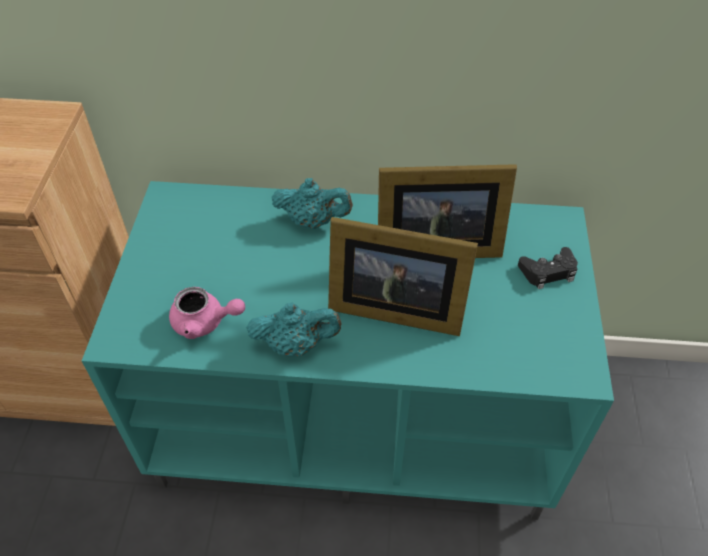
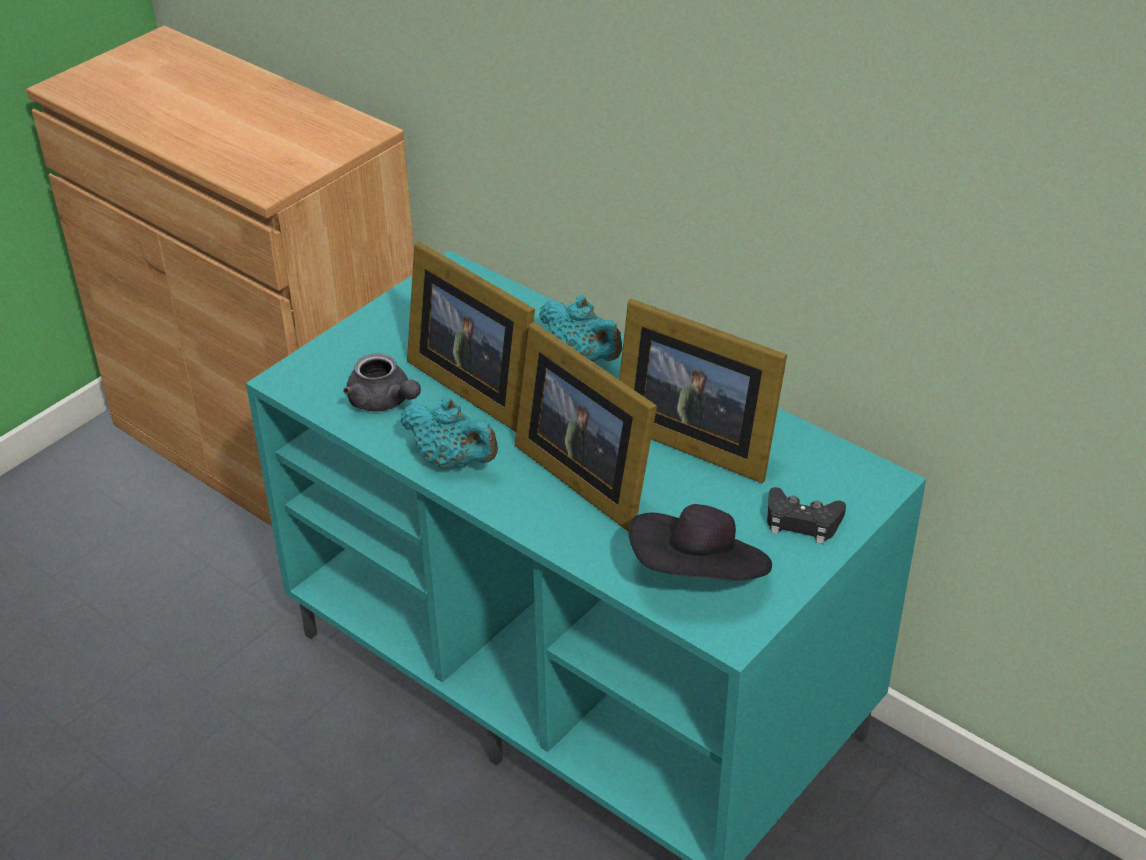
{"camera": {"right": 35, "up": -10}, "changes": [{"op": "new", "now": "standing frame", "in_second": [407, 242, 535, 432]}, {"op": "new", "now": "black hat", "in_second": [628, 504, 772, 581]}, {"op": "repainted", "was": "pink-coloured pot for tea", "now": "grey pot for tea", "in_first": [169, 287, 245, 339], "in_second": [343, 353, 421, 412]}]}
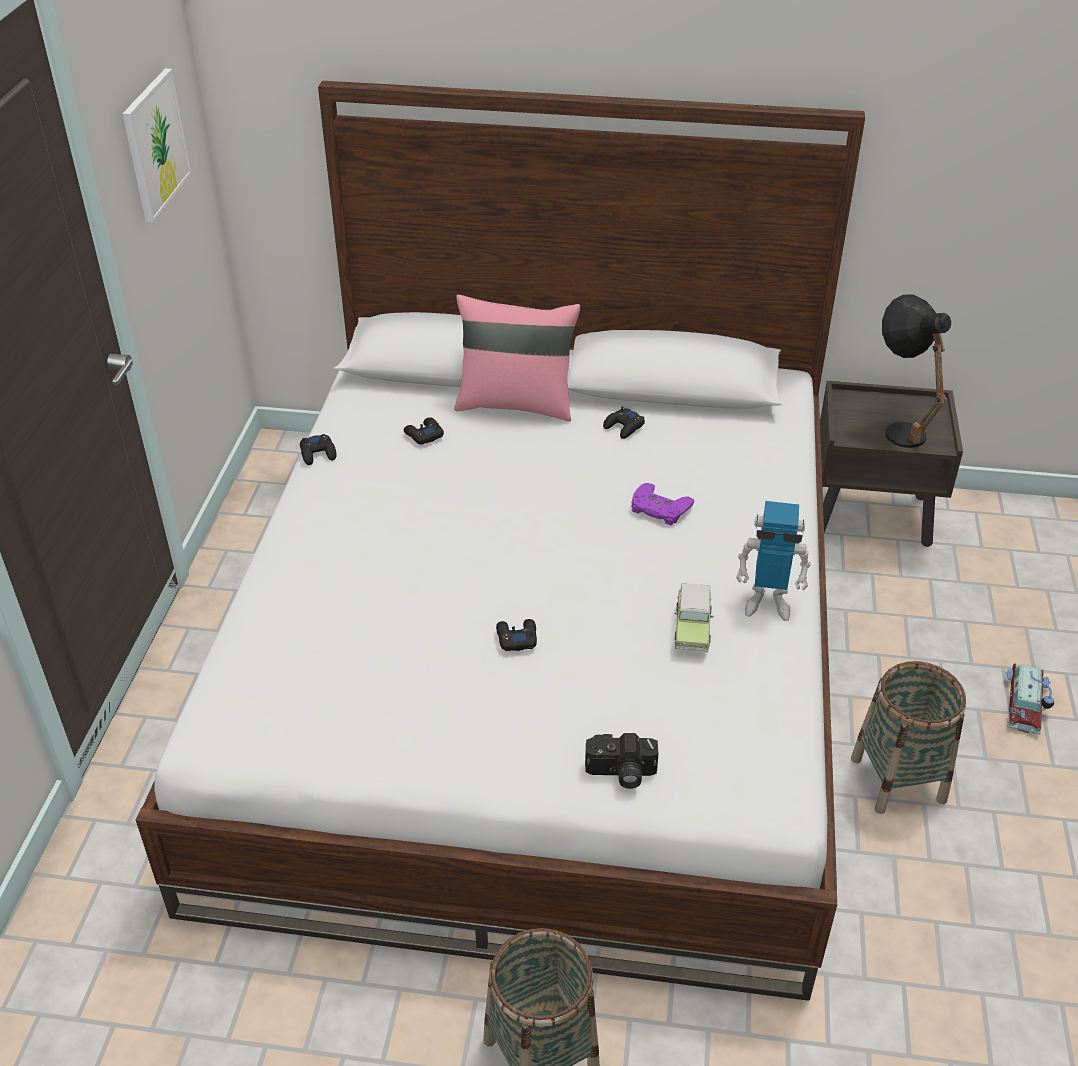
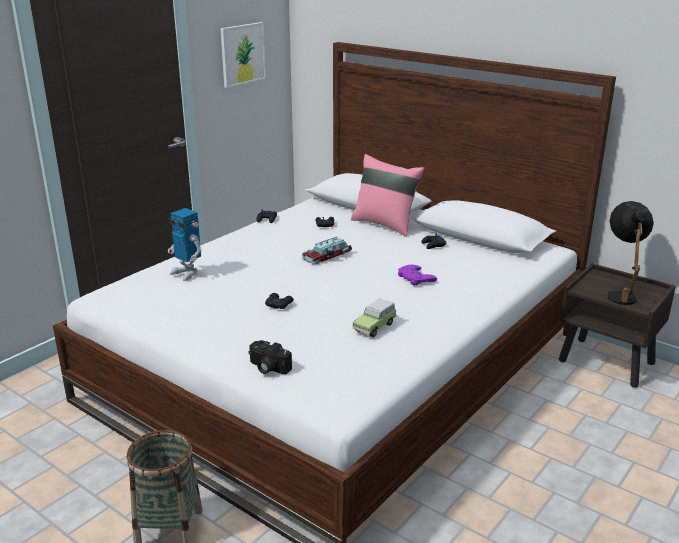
{"camera": {"right": 30, "up": -15}, "changes": [{"op": "gone", "was": "storage basket", "in_first": [851, 661, 966, 814]}, {"op": "shifted", "was": "model robot", "in_first": [736, 501, 811, 621], "in_second": [168, 208, 202, 281]}, {"op": "shifted", "was": "model car", "in_first": [1005, 663, 1054, 734], "in_second": [302, 236, 352, 264]}]}
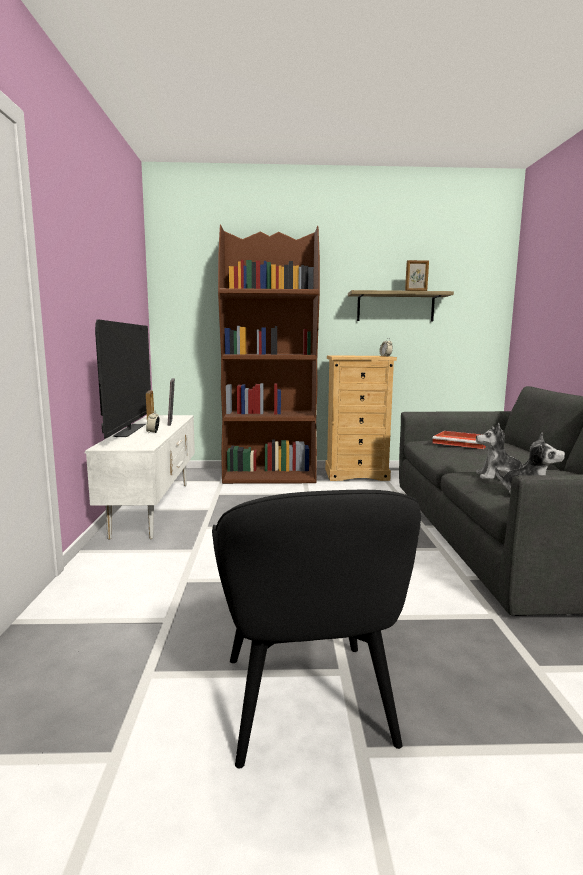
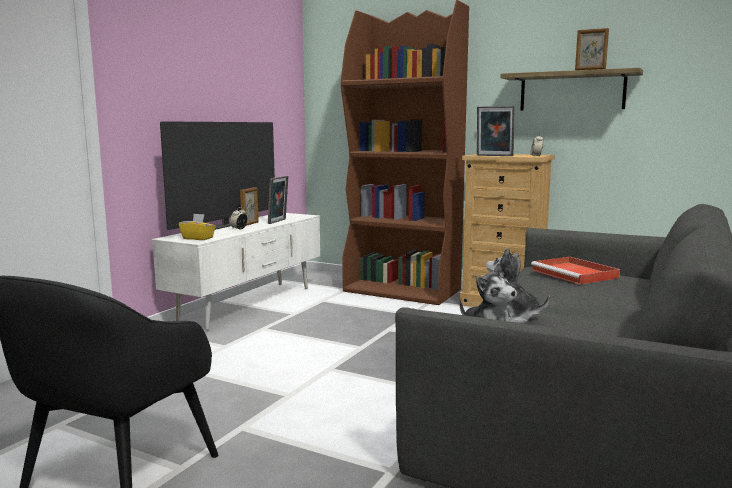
{"camera": {"right": 30, "up": 0}, "changes": [{"op": "new", "now": "yellowish tissue box", "in_second": [179, 214, 216, 240]}, {"op": "new", "now": "standing frame", "in_second": [477, 106, 515, 156]}]}
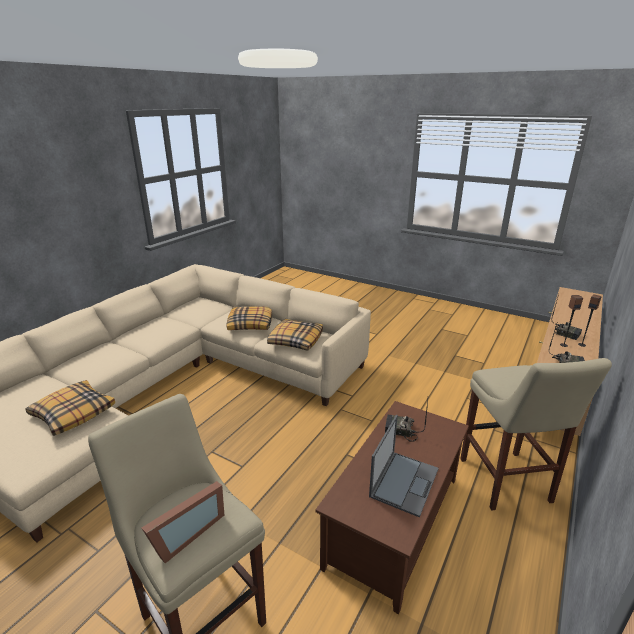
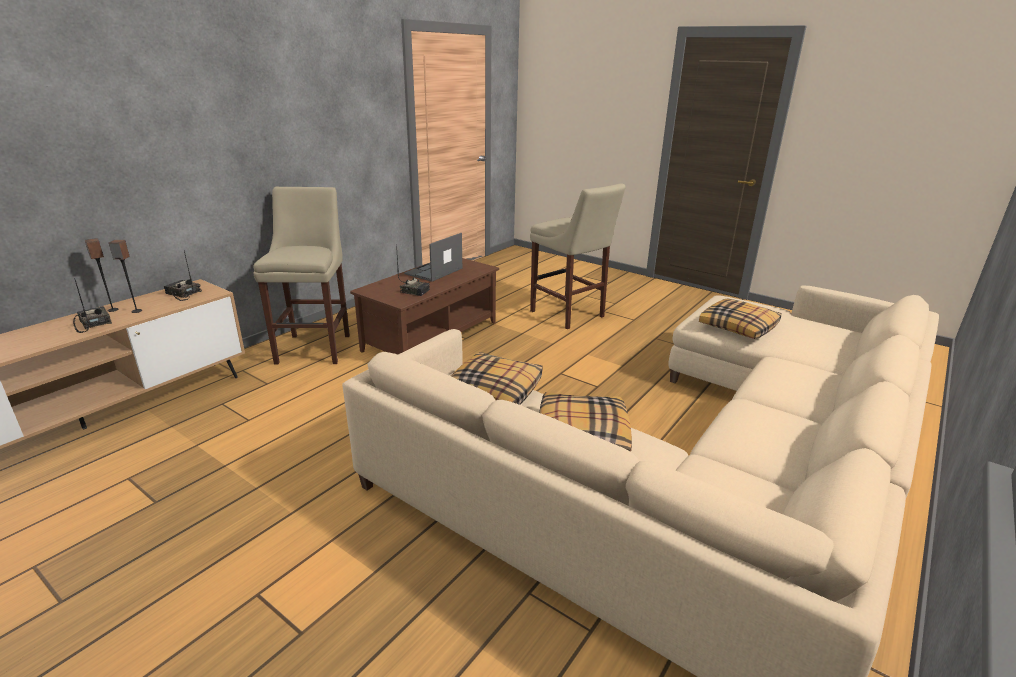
{"camera": {"right": -175, "up": 0}, "changes": [{"op": "gone", "was": "standing frame", "in_first": [142, 481, 224, 563]}]}
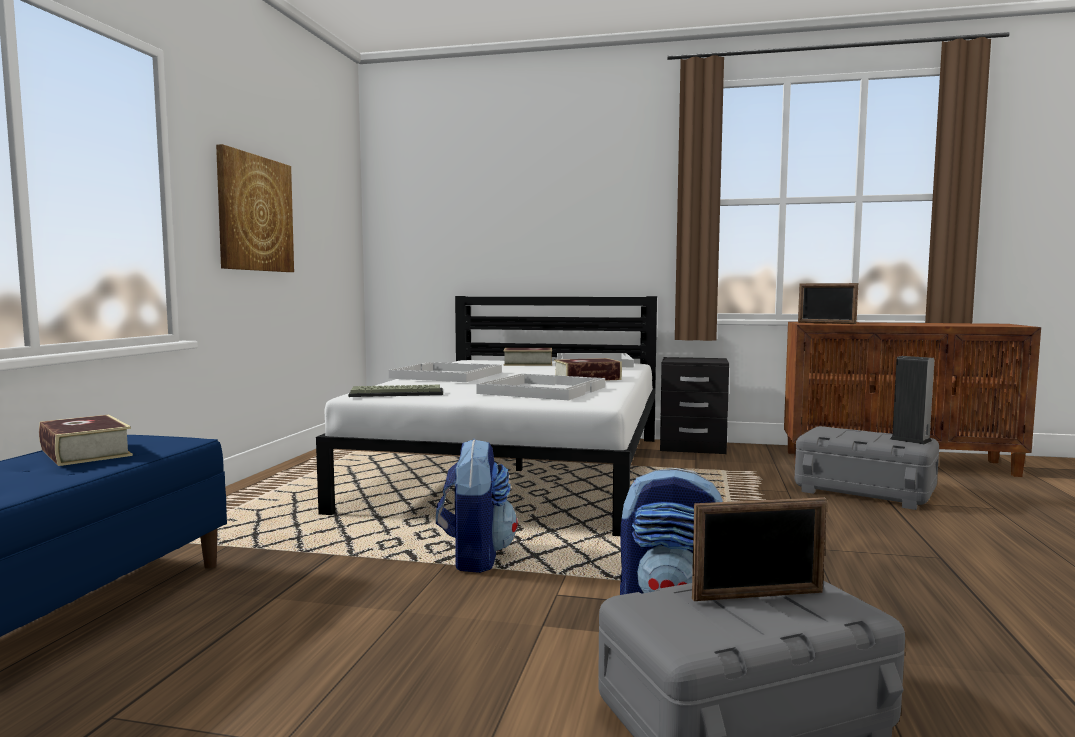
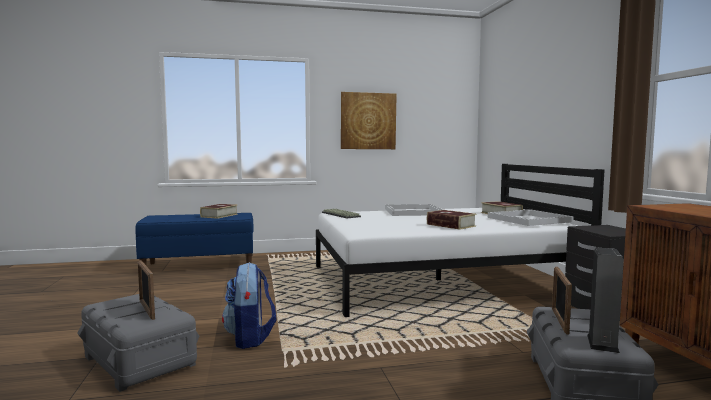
{"camera": {"right": 65, "up": 0}, "changes": [{"op": "gone", "was": "knapsack", "in_first": [436, 438, 518, 573]}, {"op": "gone", "was": "white serving tray", "in_first": [476, 373, 605, 400]}, {"op": "shifted", "was": "standing frame", "in_first": [798, 283, 858, 324], "in_second": [552, 267, 572, 334]}]}
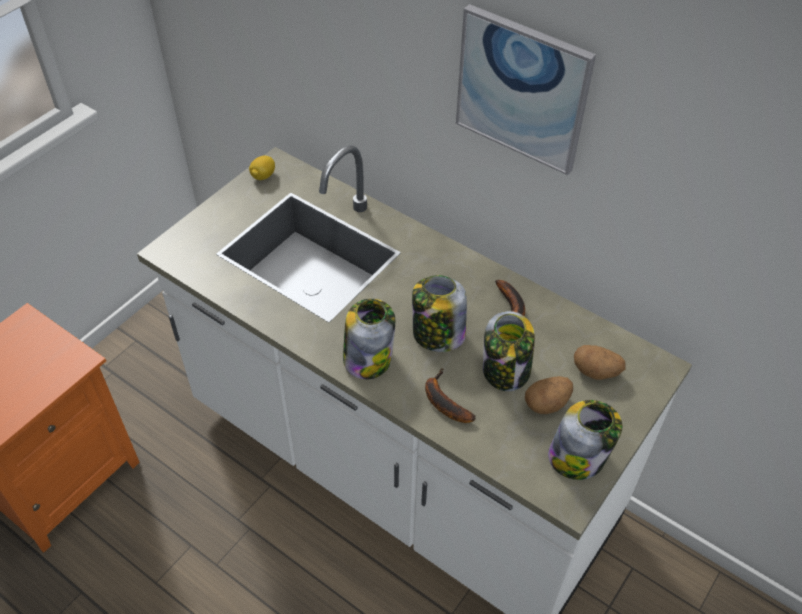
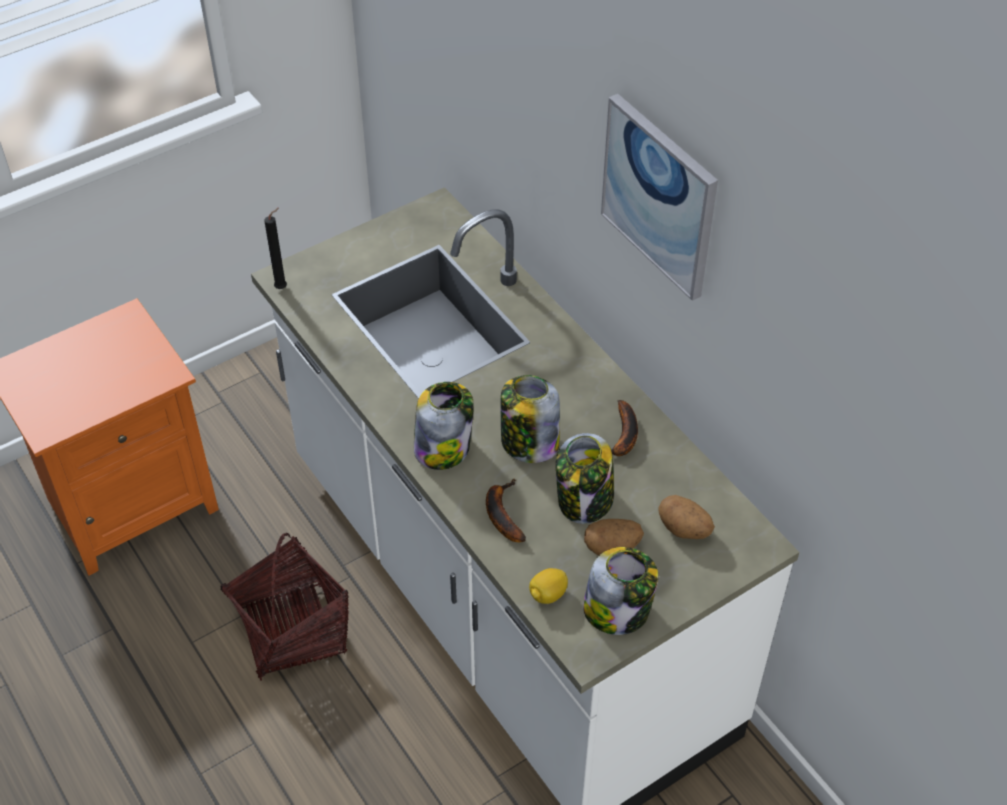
{"camera": {"right": 20, "up": 0}, "changes": [{"op": "new", "now": "storage basket", "in_second": [221, 533, 349, 680]}, {"op": "new", "now": "black wax light", "in_second": [264, 208, 287, 289]}, {"op": "shifted", "was": "lemon", "in_first": [249, 156, 275, 180], "in_second": [529, 568, 568, 604]}]}
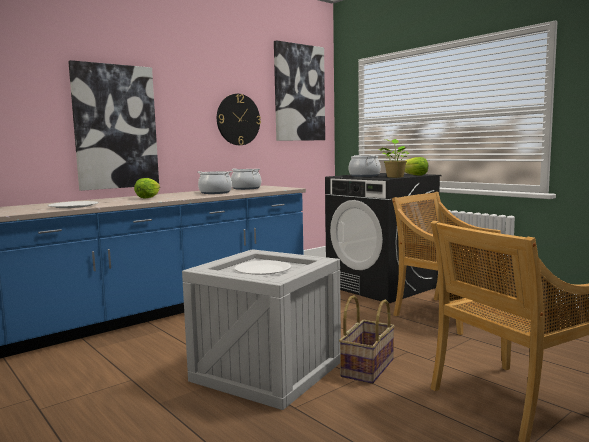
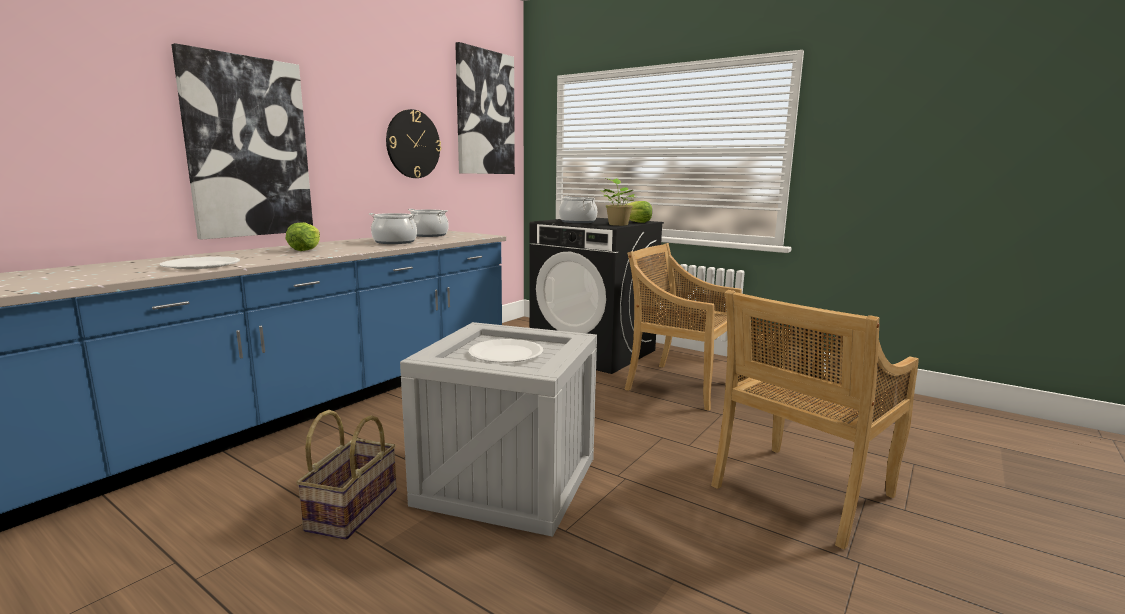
{"camera": {"right": -15, "up": 5}, "changes": [{"op": "shifted", "was": "storage basket", "in_first": [339, 295, 395, 384], "in_second": [296, 410, 397, 540]}]}
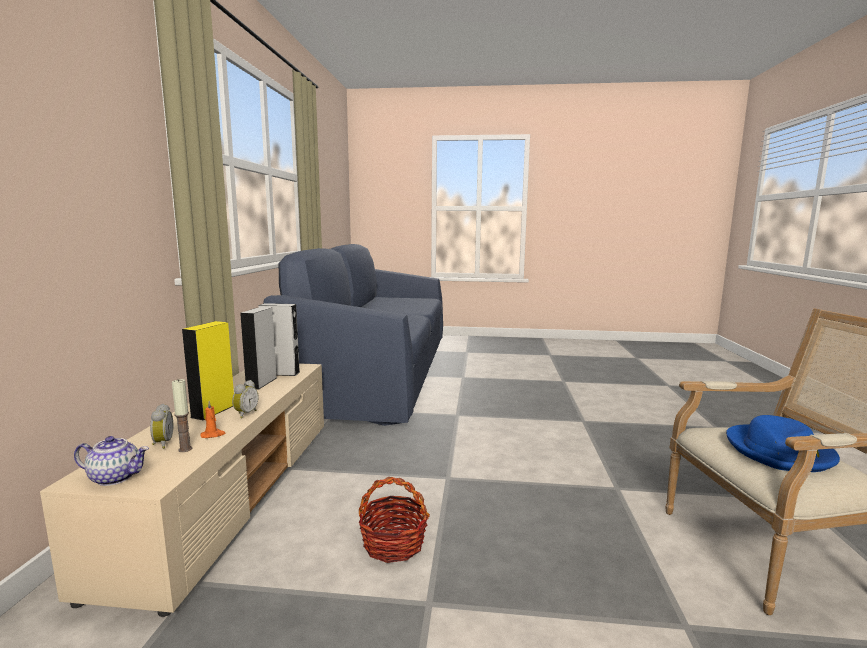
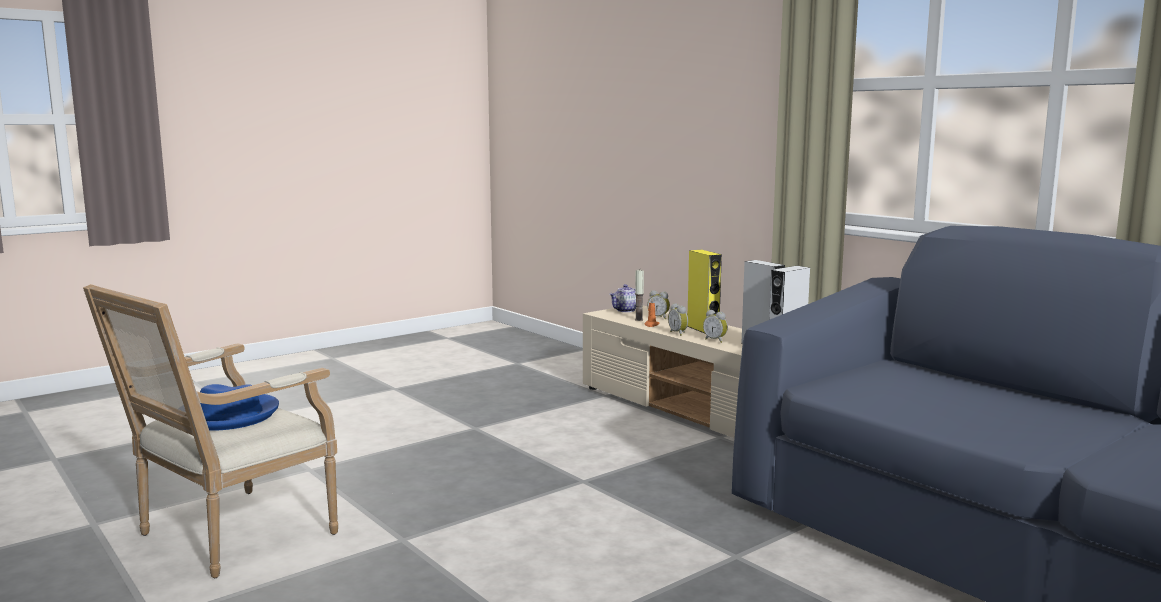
{"camera": {"right": 135, "up": 0}, "changes": [{"op": "gone", "was": "storage basket", "in_first": [359, 477, 430, 563]}, {"op": "new", "now": "bedside clock", "in_second": [703, 310, 728, 343]}]}
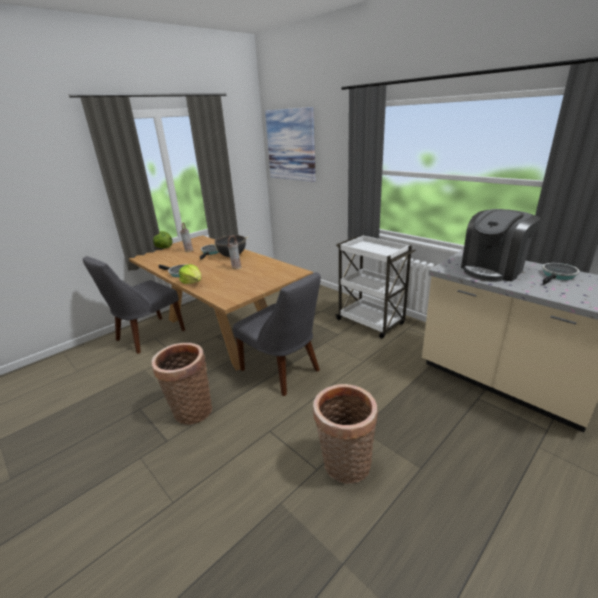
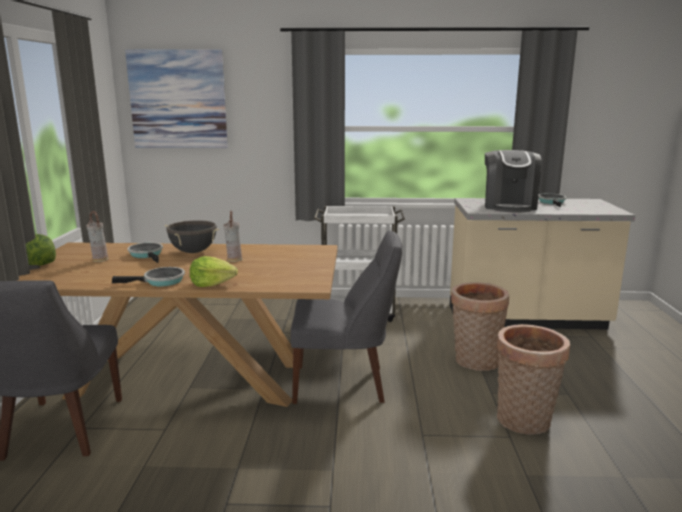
{"camera": {"right": -45, "up": -10}, "changes": [{"op": "shifted", "was": "storage basket", "in_first": [152, 343, 212, 425], "in_second": [451, 282, 509, 371]}]}
